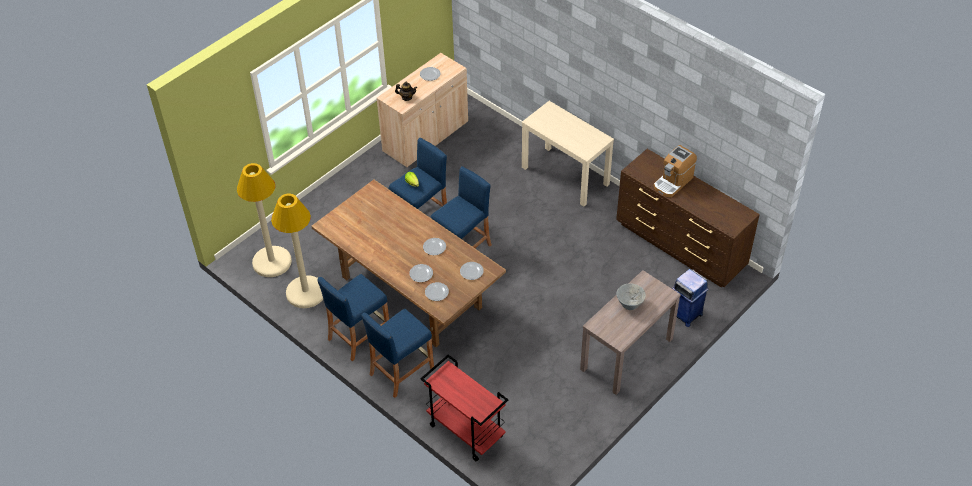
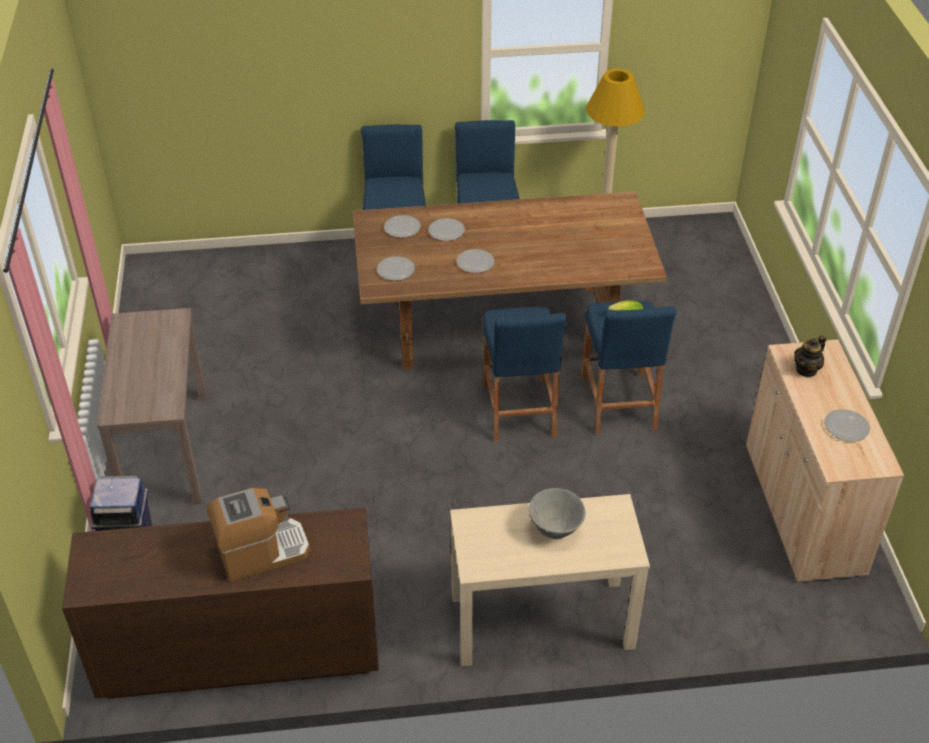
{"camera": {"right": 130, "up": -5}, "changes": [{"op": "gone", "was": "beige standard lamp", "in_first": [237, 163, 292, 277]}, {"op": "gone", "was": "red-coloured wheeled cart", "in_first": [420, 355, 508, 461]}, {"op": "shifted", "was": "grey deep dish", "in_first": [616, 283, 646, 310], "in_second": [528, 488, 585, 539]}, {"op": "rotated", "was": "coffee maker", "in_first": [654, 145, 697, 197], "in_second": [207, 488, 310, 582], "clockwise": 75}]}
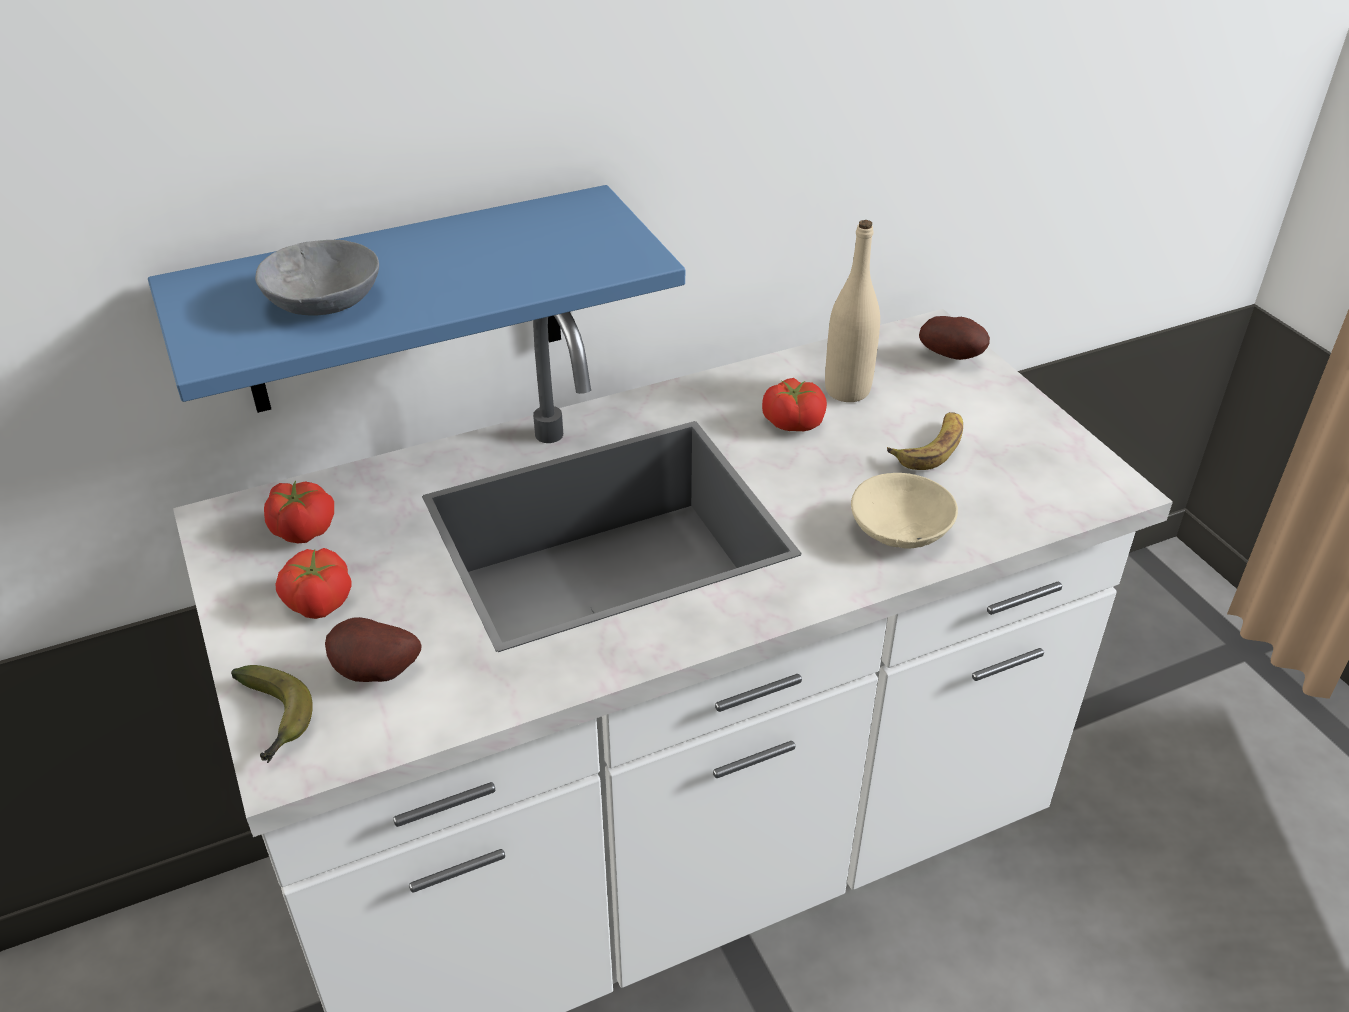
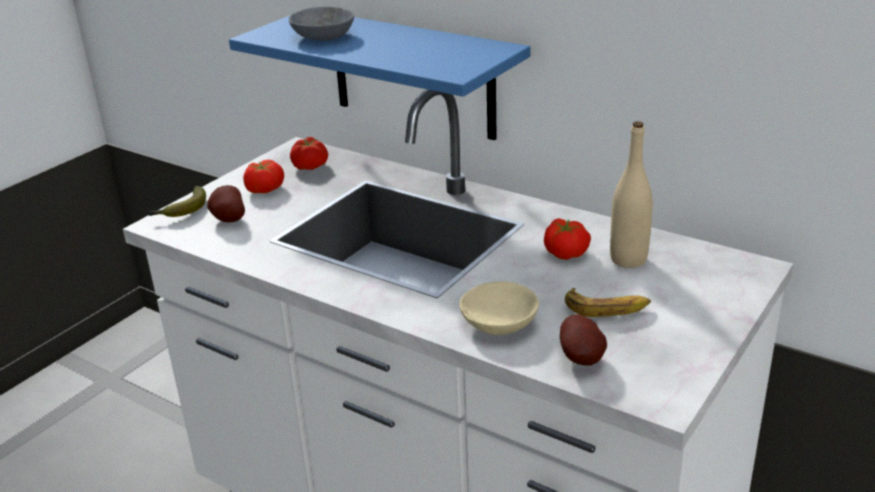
{"camera": {"right": 60, "up": -10}, "changes": [{"op": "shifted", "was": "spud", "in_first": [919, 316, 990, 360], "in_second": [560, 314, 607, 365]}]}
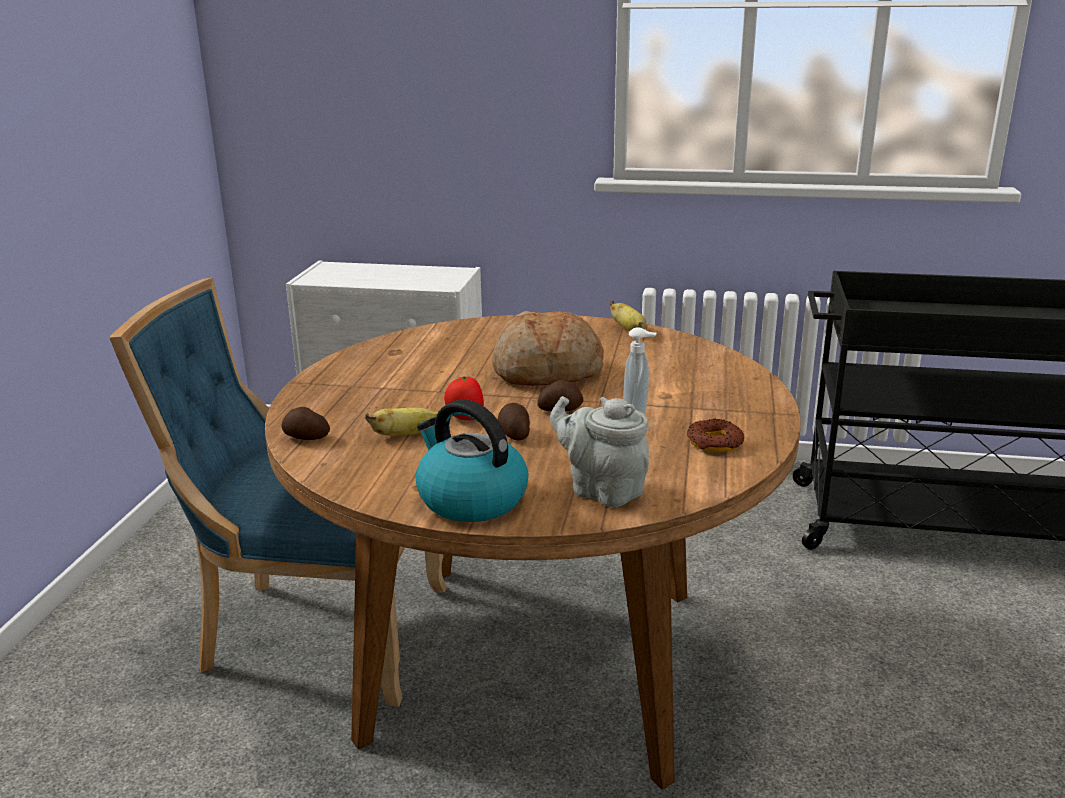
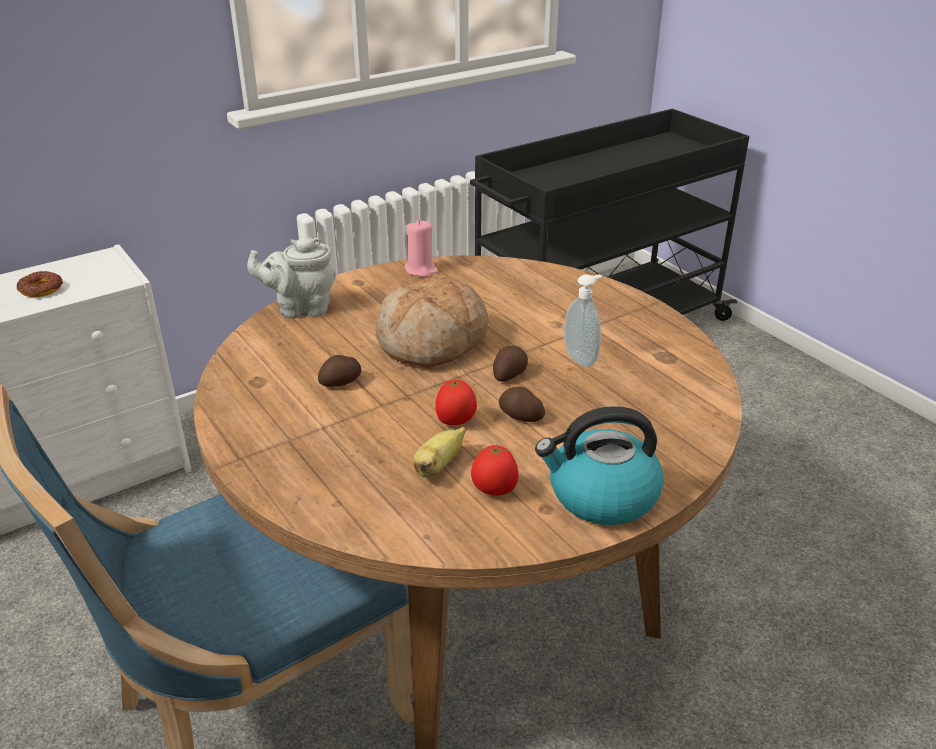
{"camera": {"right": -45, "up": 10}, "changes": [{"op": "new", "now": "tomato", "in_second": [471, 445, 518, 496]}, {"op": "shifted", "was": "spud", "in_first": [281, 407, 330, 440], "in_second": [318, 355, 361, 387]}, {"op": "shifted", "was": "grey pot for tea", "in_first": [550, 396, 649, 507], "in_second": [247, 237, 336, 319]}, {"op": "shifted", "was": "doughnut", "in_first": [687, 419, 744, 452], "in_second": [17, 271, 63, 297]}, {"op": "swapped", "was": "banana", "now": "pink-coloured wax light", "in_first": [609, 300, 646, 331], "in_second": [405, 220, 438, 277]}]}
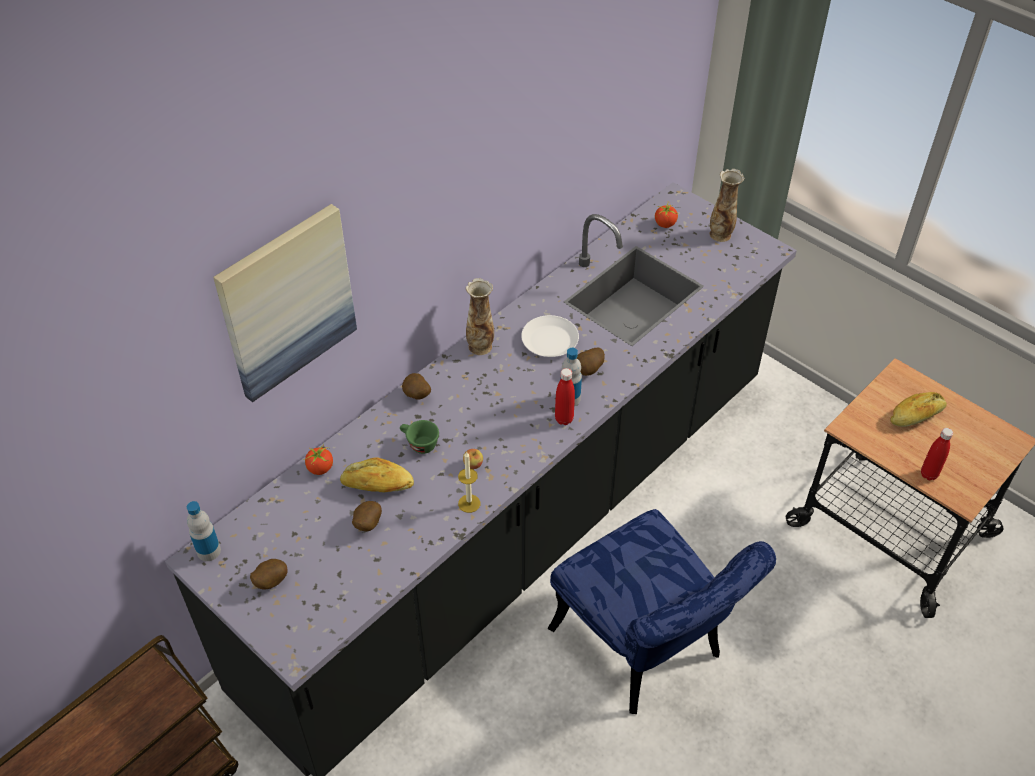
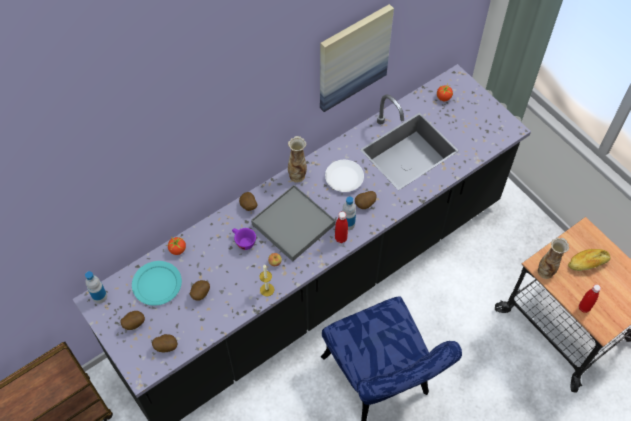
{"camera": {"right": 10, "up": 10}, "changes": [{"op": "gone", "was": "bakery bread", "in_first": [340, 457, 414, 492]}, {"op": "new", "now": "turquoise-coloured dinner plate", "in_second": [132, 261, 182, 306]}, {"op": "new", "now": "spud", "in_second": [152, 334, 177, 352]}, {"op": "new", "now": "grey serving tray", "in_second": [251, 185, 335, 261]}, {"op": "shifted", "was": "wall art", "in_first": [213, 204, 357, 402], "in_second": [320, 4, 394, 112]}, {"op": "shifted", "was": "vase", "in_first": [710, 169, 745, 242], "in_second": [538, 238, 569, 279]}, {"op": "repainted", "was": "green cup", "now": "purplish cup", "in_first": [400, 420, 439, 454], "in_second": [232, 228, 256, 250]}]}
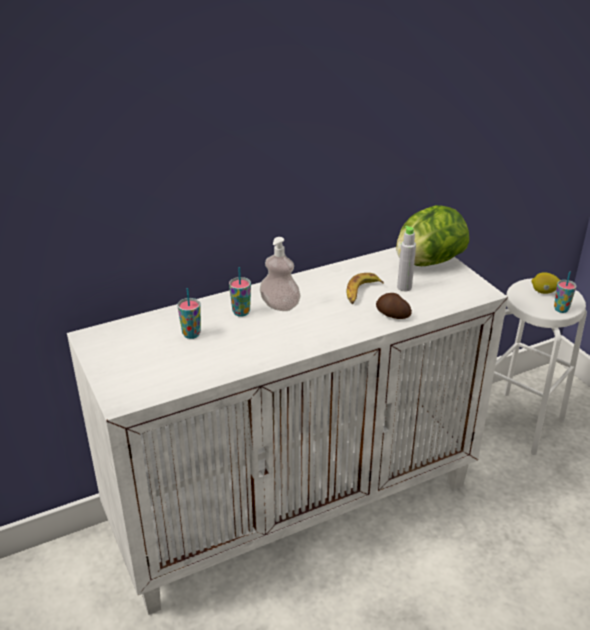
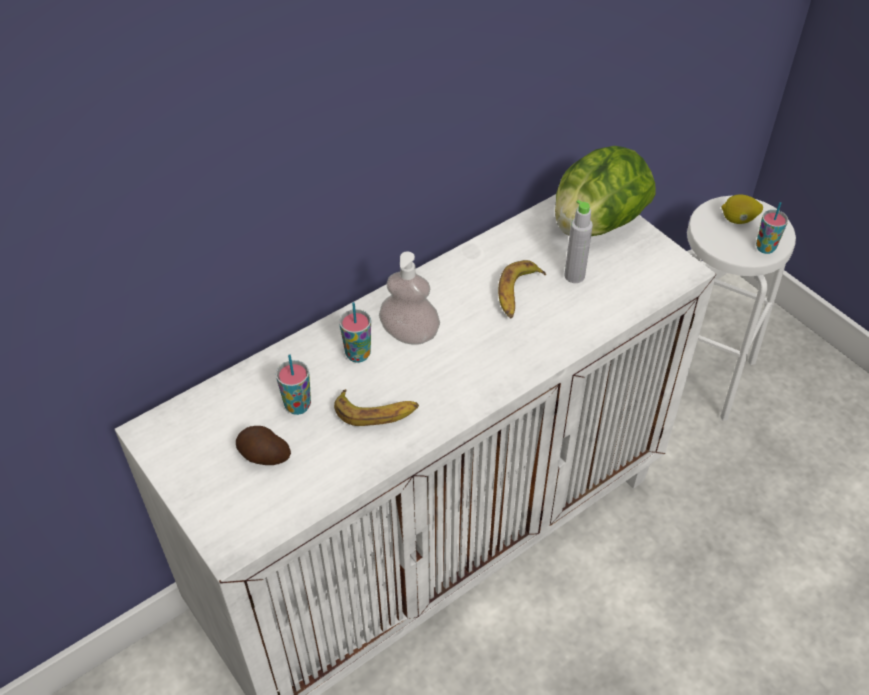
{"camera": {"right": -10, "up": 15}, "changes": [{"op": "new", "now": "banana", "in_second": [334, 389, 419, 426]}, {"op": "shifted", "was": "spud", "in_first": [376, 293, 412, 319], "in_second": [236, 426, 291, 465]}]}
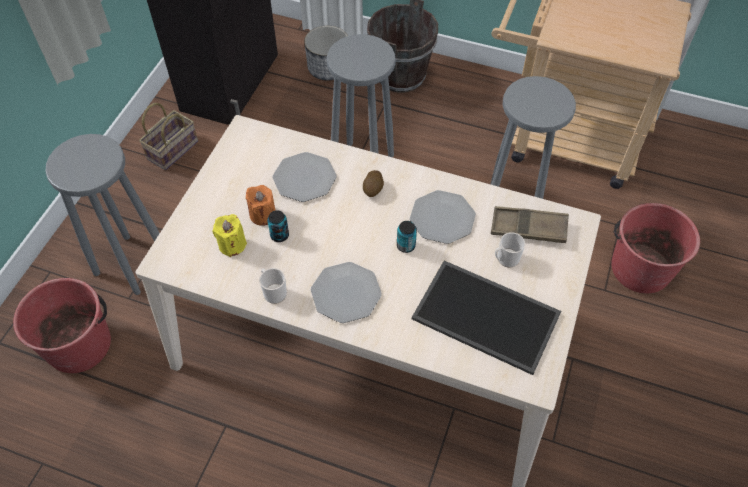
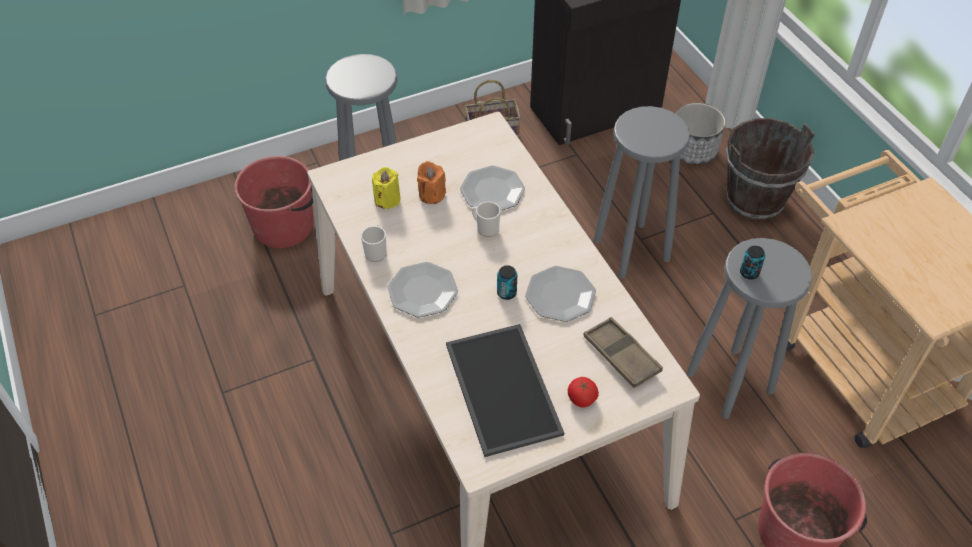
{"camera": {"right": 45, "up": -5}, "changes": [{"op": "gone", "was": "spud", "in_first": [363, 170, 384, 197]}, {"op": "new", "now": "tomato", "in_second": [568, 377, 599, 407]}, {"op": "shifted", "was": "sealed can", "in_first": [267, 210, 289, 242], "in_second": [740, 246, 765, 280]}, {"op": "shifted", "was": "coffee mug", "in_first": [495, 232, 525, 267], "in_second": [472, 202, 500, 237]}]}
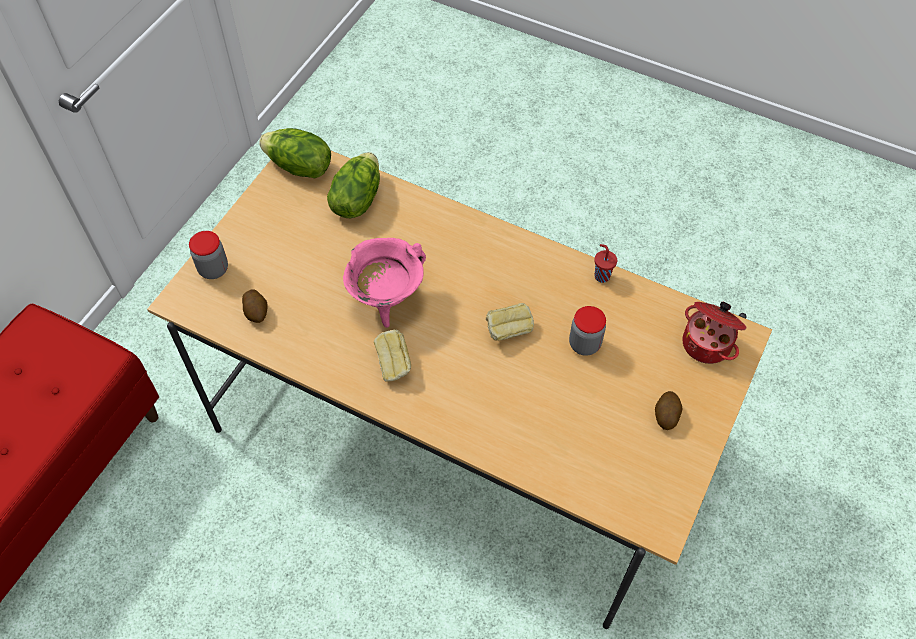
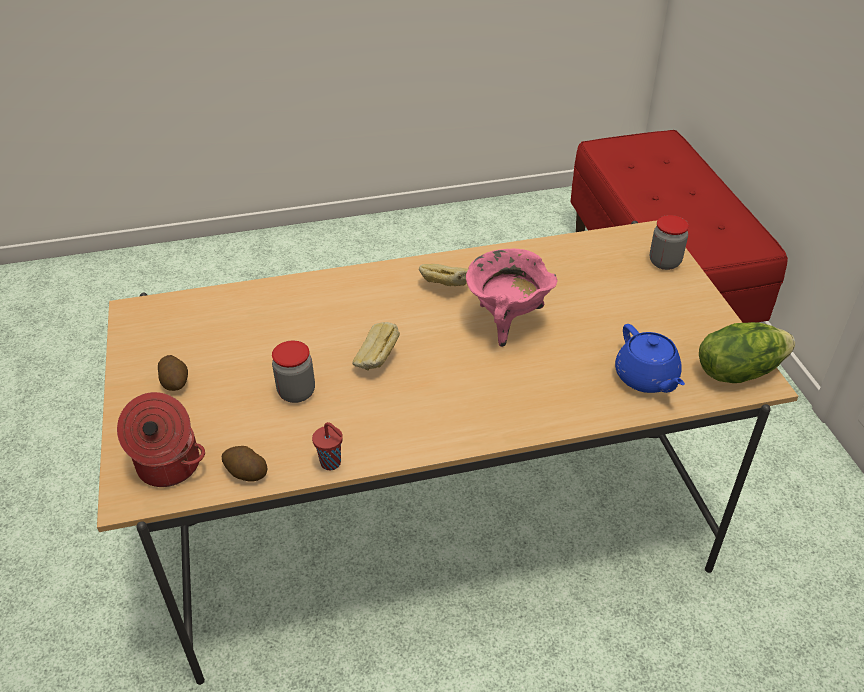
{"camera": {"right": 140, "up": -15}, "changes": [{"op": "shifted", "was": "spud", "in_first": [242, 290, 268, 323], "in_second": [222, 446, 268, 481]}, {"op": "swapped", "was": "lettuce", "now": "blue-coloured pot for tea", "in_first": [327, 152, 380, 218], "in_second": [615, 324, 685, 393]}]}
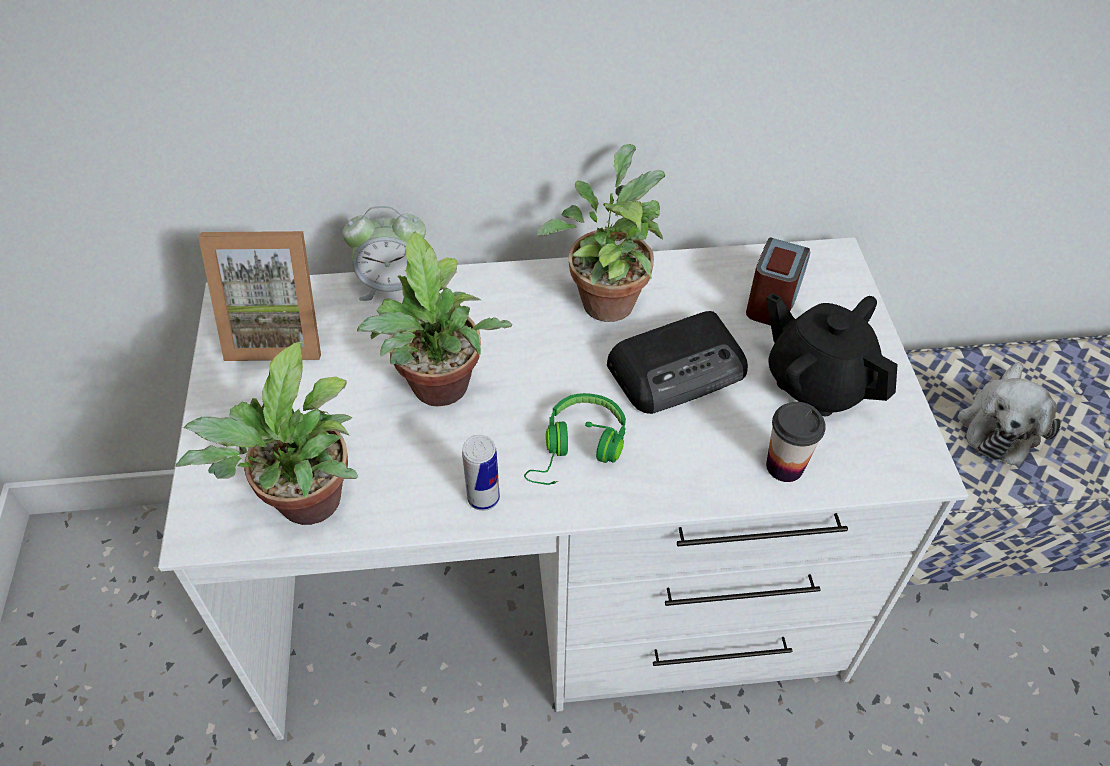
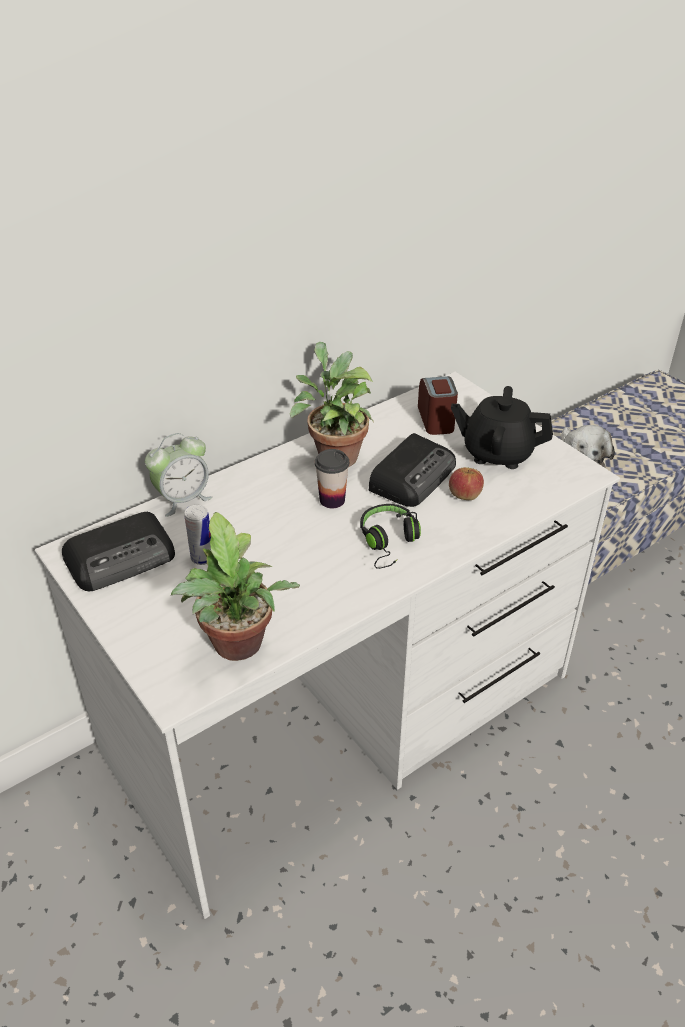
{"camera": {"right": -30, "up": -10}, "changes": [{"op": "gone", "was": "houseplant", "in_first": [357, 231, 513, 406]}, {"op": "new", "now": "whole apple", "in_second": [449, 467, 484, 500]}, {"op": "shifted", "was": "sealed can", "in_first": [462, 435, 500, 511], "in_second": [185, 505, 211, 565]}, {"op": "shifted", "was": "cup", "in_first": [766, 402, 826, 482], "in_second": [315, 449, 349, 508]}, {"op": "swapped", "was": "standing frame", "now": "radio", "in_first": [198, 231, 321, 361], "in_second": [62, 512, 175, 591]}, {"op": "repainted", "was": "green headset", "now": "black headset", "in_first": [524, 393, 626, 485], "in_second": [360, 504, 421, 569]}]}
